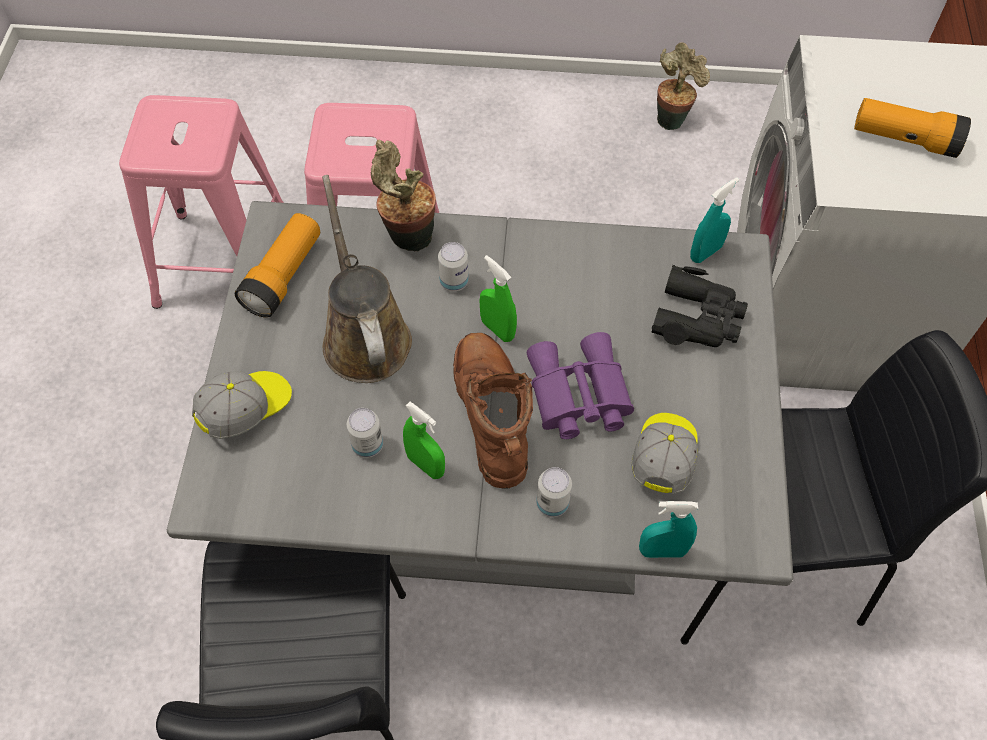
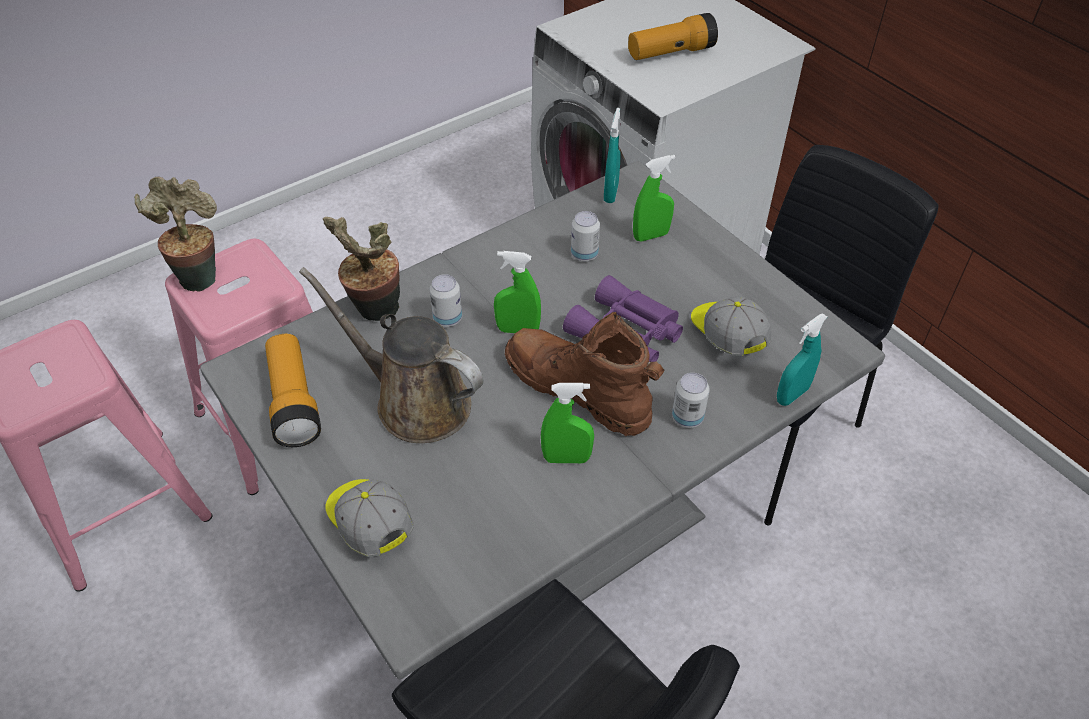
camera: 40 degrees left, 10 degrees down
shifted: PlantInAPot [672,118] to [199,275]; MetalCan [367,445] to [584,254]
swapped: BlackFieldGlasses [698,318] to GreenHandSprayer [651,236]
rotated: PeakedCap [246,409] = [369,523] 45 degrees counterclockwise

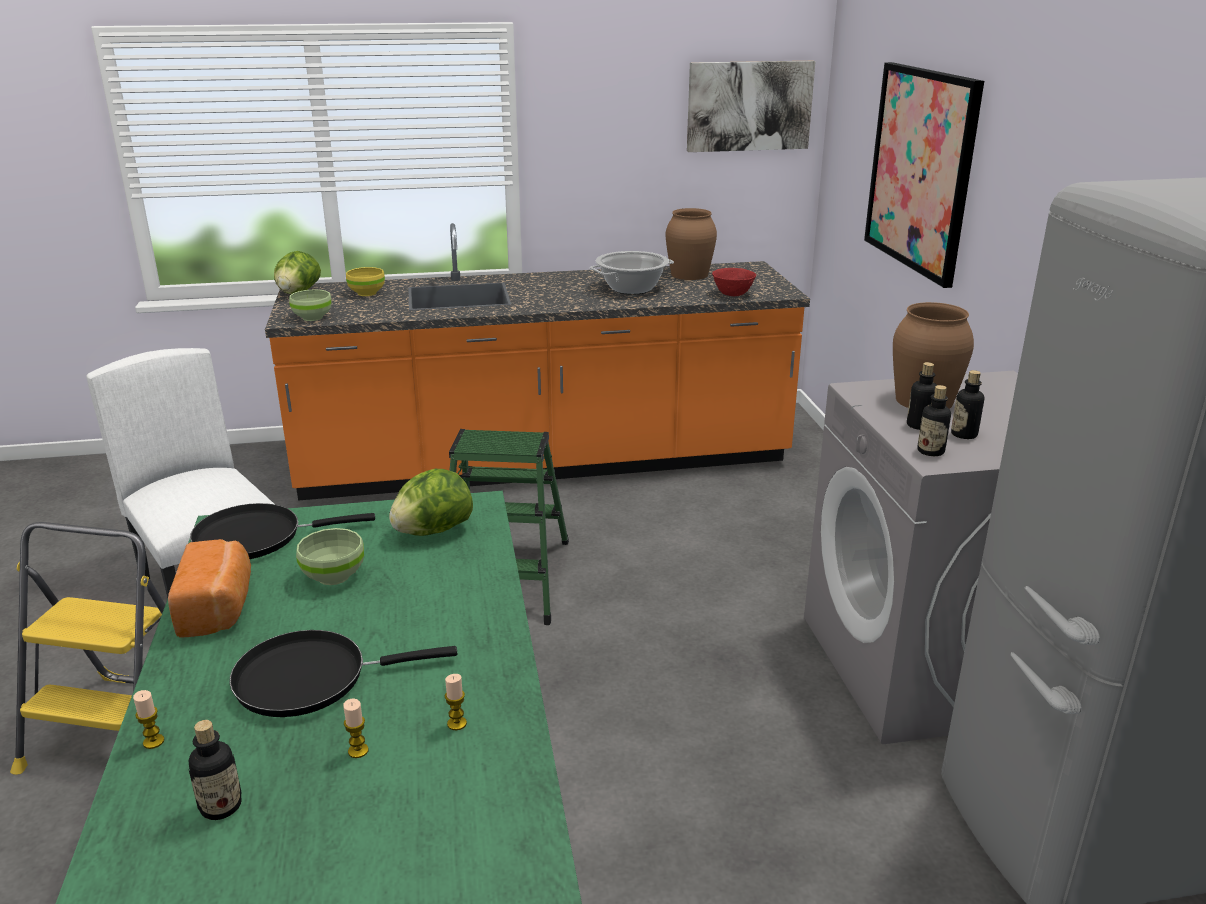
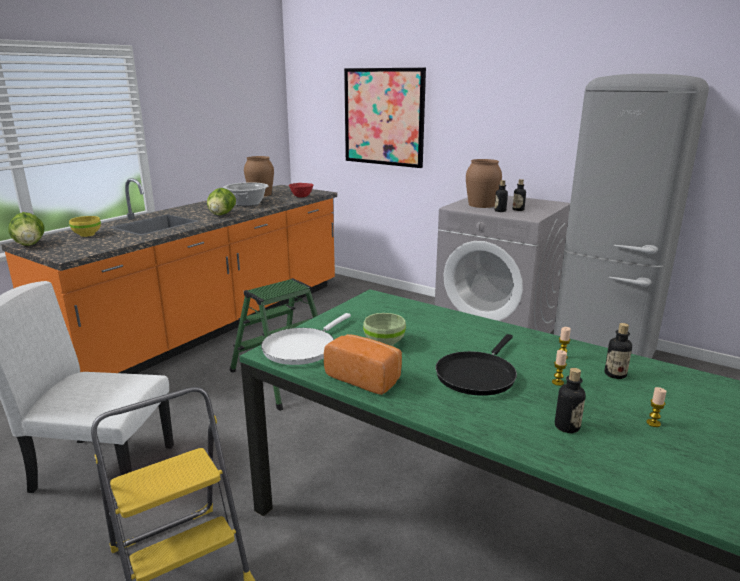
camera: 45 degrees left, 5 degrees down
gone: Picture [749,106]; GreenDeepDish [313,318]
shifted: DrinkBottle [930,451] to [615,374]; HeadOfLettuce [433,531] to [221,214]; WaxLight [153,742] to [653,423]
repainted: BlackSkillet [256,537] to WhiteSkillet [302,348]

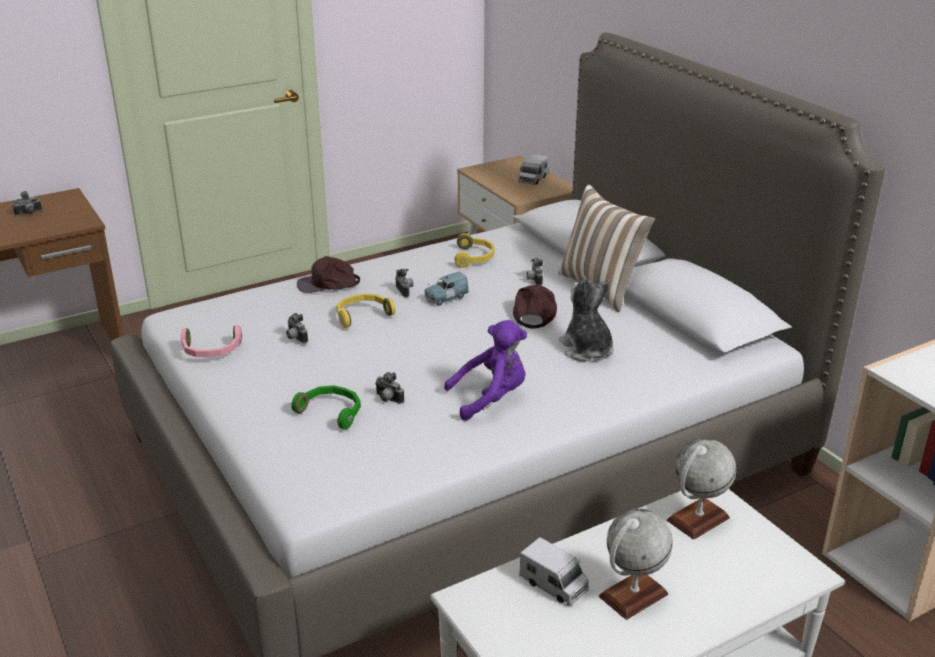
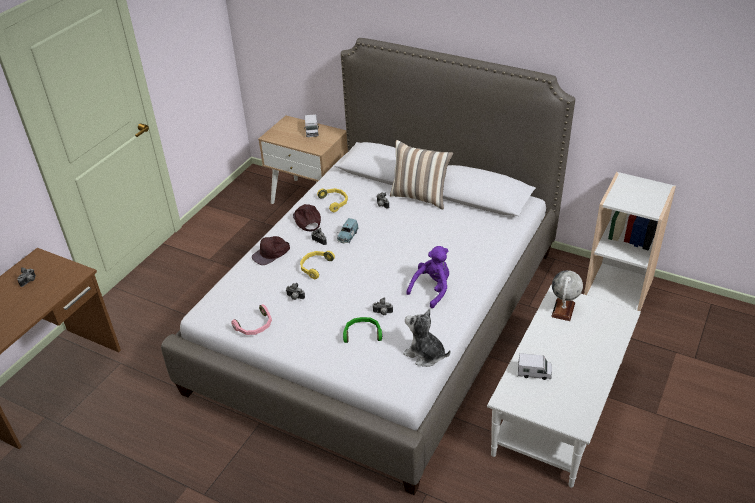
camera: 30 degrees left, 10 degrees up
gone: Globe [633,595]
shifted: SoftToy [586,350] to [425,354]; BrownishPeakedCap [534,313] to [307,220]

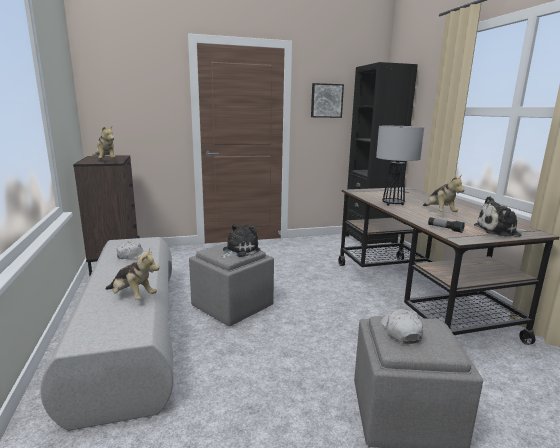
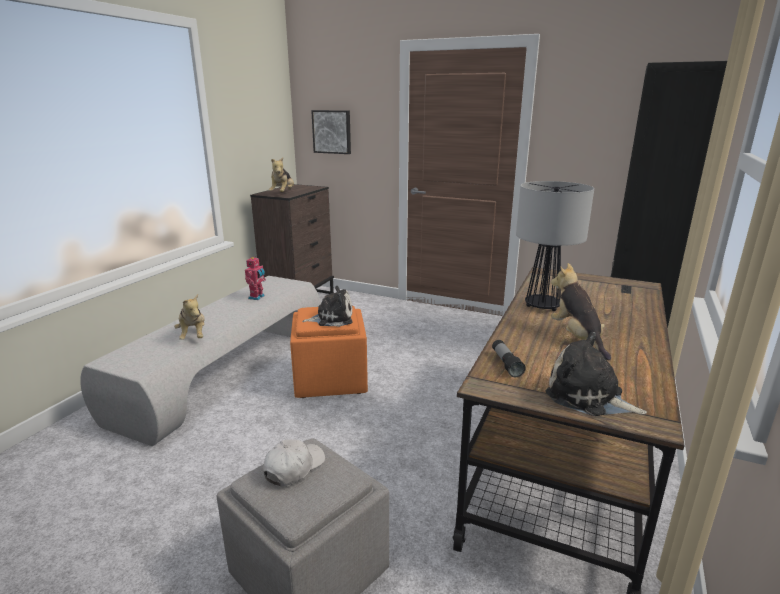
camera: 40 degrees right, 5 degrees up
shifted: Picture [326,100] to [332,132]
swapped: WhitePeakedCap [134,256] to RobotFigure [257,297]
repainted: GreyFootrest [231,307] to OrangeColouredFootrest [329,379]
rotated: SoftToy [439,212] = [577,338] 135 degrees clockwise

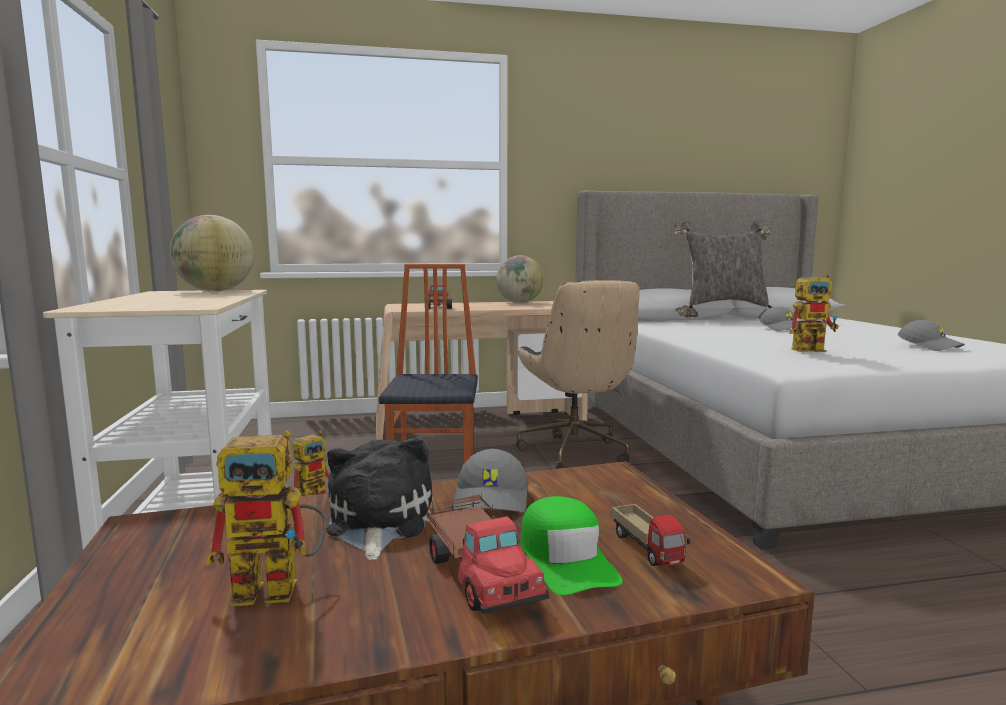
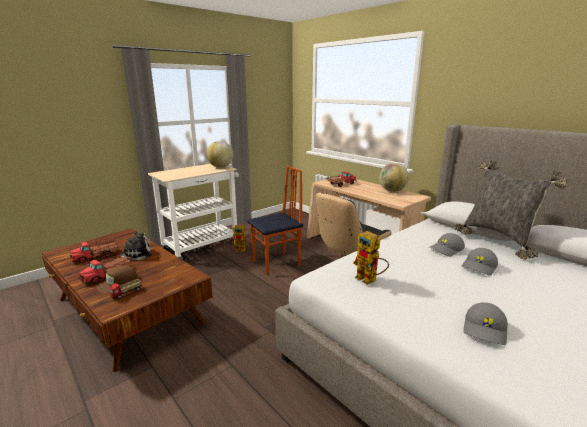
camera: 60 degrees right, 10 degrees up
shifted: GreyPeakedCap [492,499] to [446,250]
swapped: RobotFigure [280,588] to ModelTruck [96,256]
repainted: GreenPeakedCap [566,559] to BrownishPeakedCap [117,283]

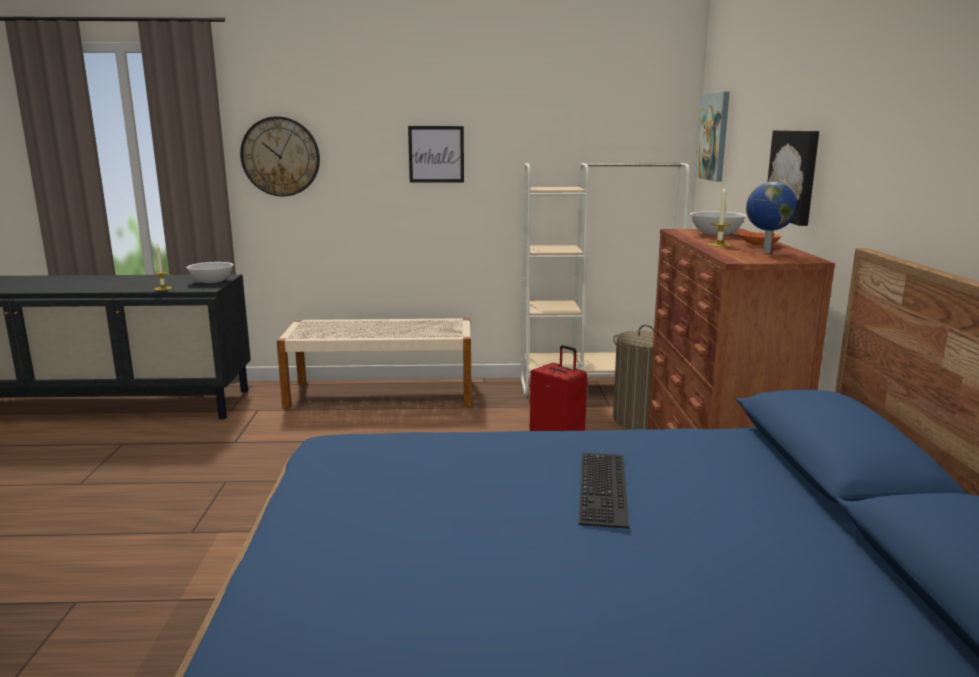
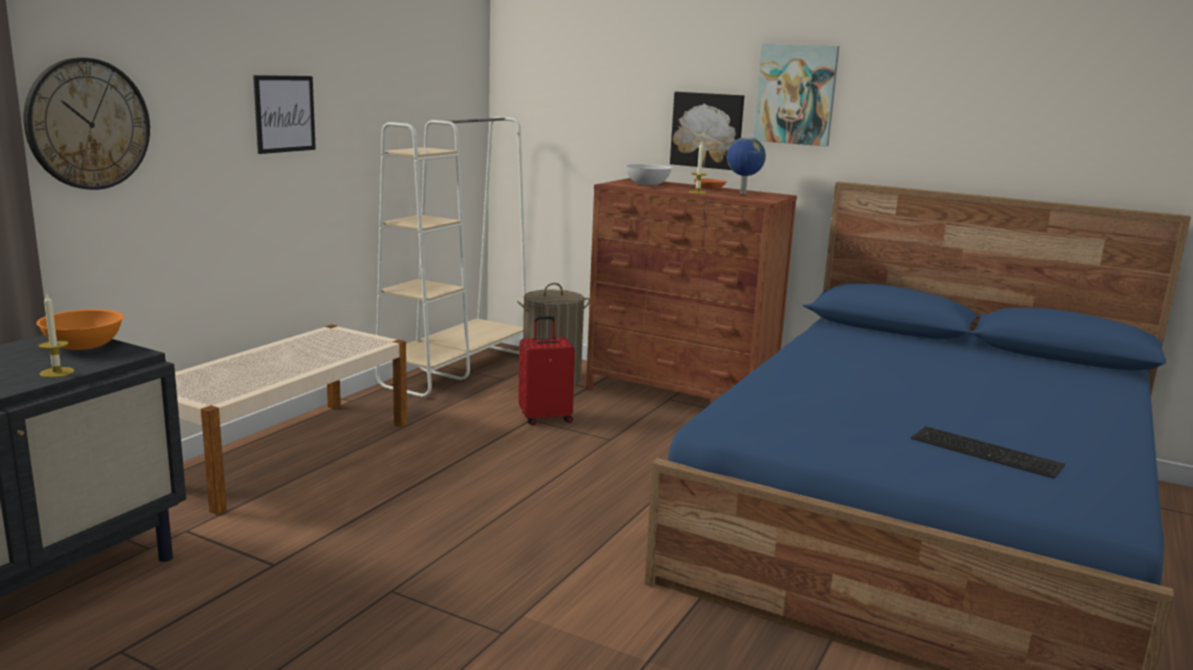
camera: 60 degrees left, 0 degrees up
shifted: Picture [714,136] to [796,94]; ComputerKeyboard [606,488] to [988,451]
repainted: WhiteDeepDish [211,281] to OrangeColouredDeepDish [83,346]

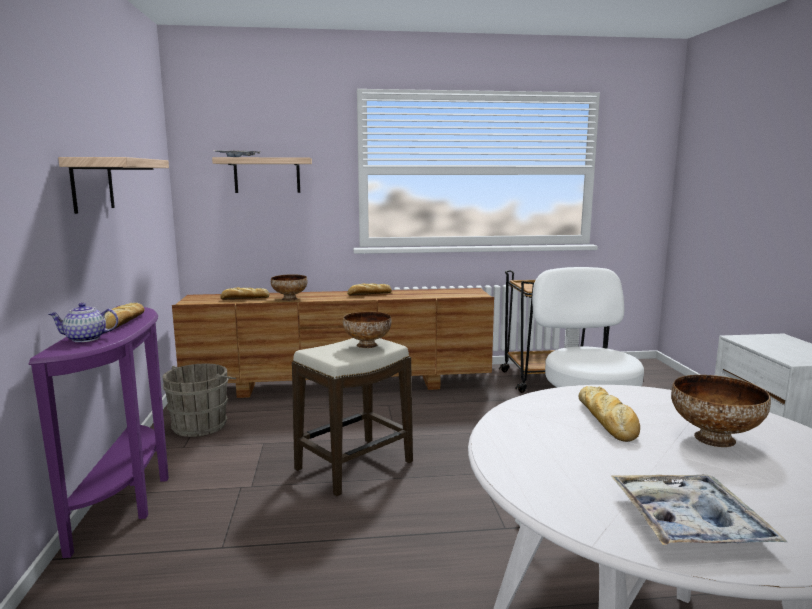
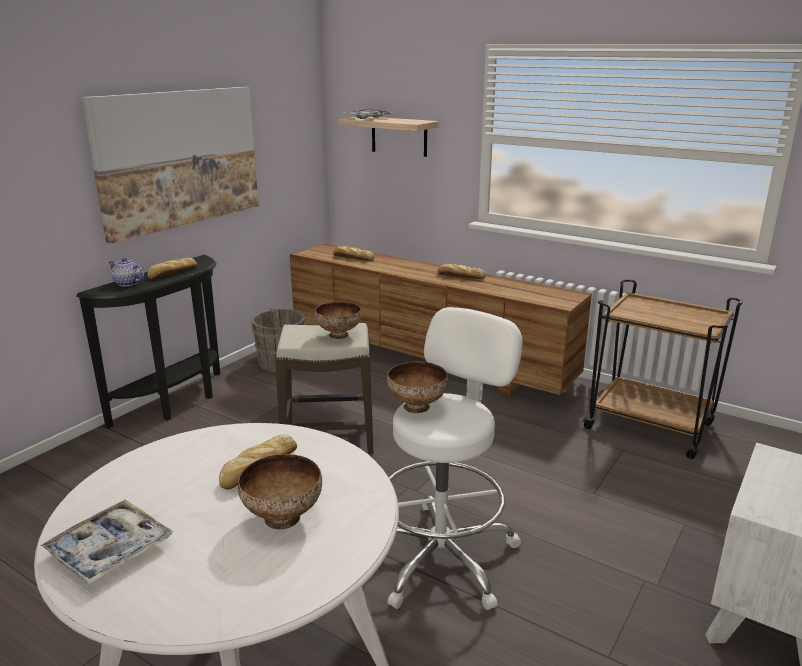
camera: 40 degrees right, 10 degrees up
shifted: DeepDish [290,299] to [417,407]
swapped: BracketShelf [92,184] to Picture [179,158]
repainted: PurpleNarrowTable [130,497] to BlackNarrowTable [177,402]

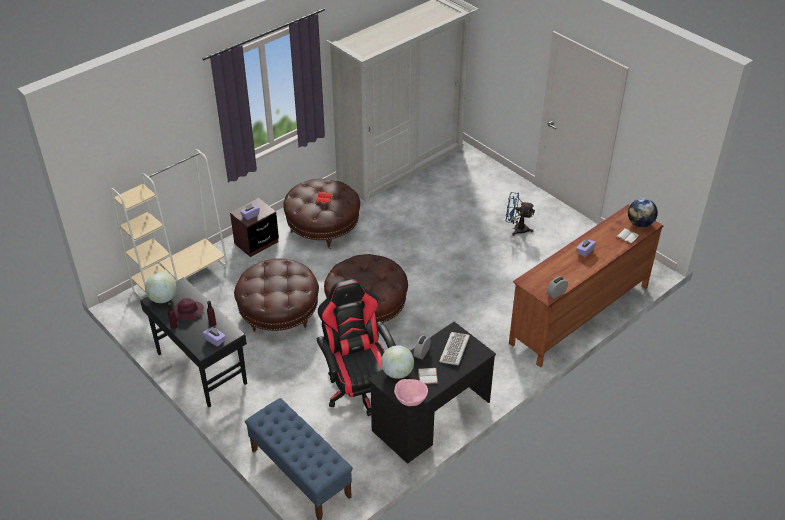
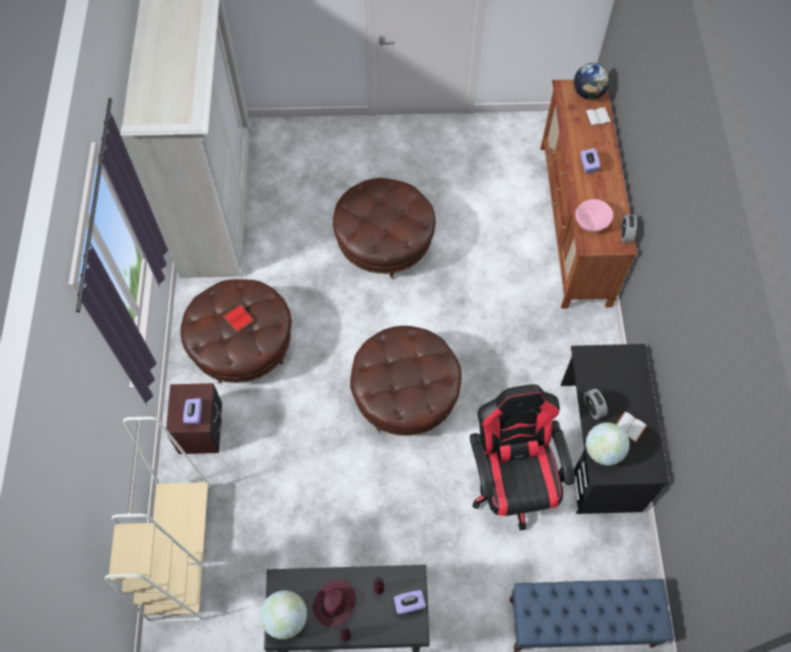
camera: 50 degrees left, 20 degrees up
gone: BlueElectricFan [516,229]; ComputerKeyboard [455,350]
shifted: BrownishFootrest [279,313] to [384,243]; PinkColouredDeepDish [410,398] to [591,222]
rotated: BlackDeskChair [358,389] = [512,485] 60 degrees clockwise

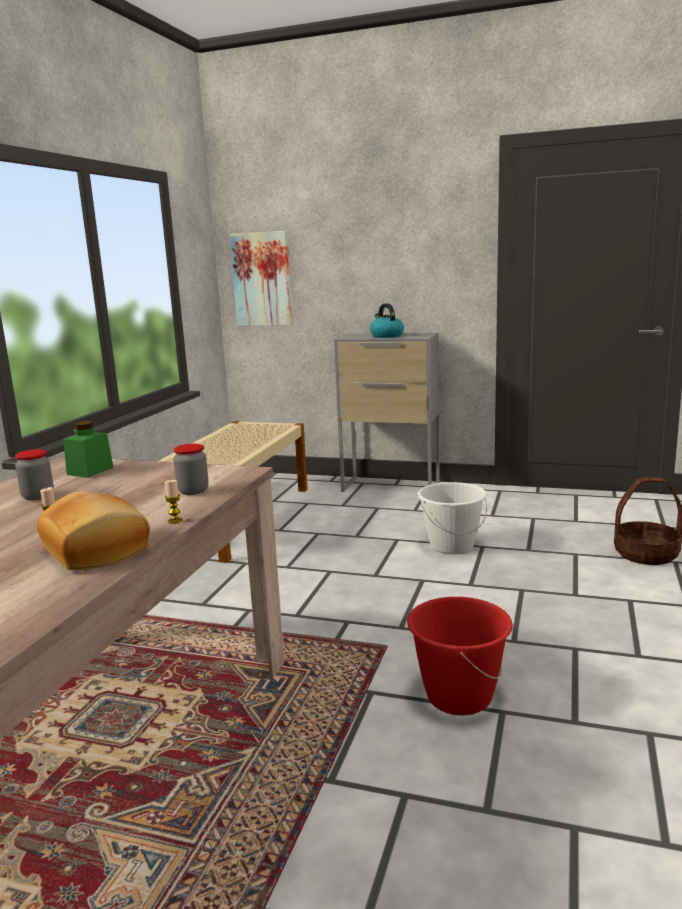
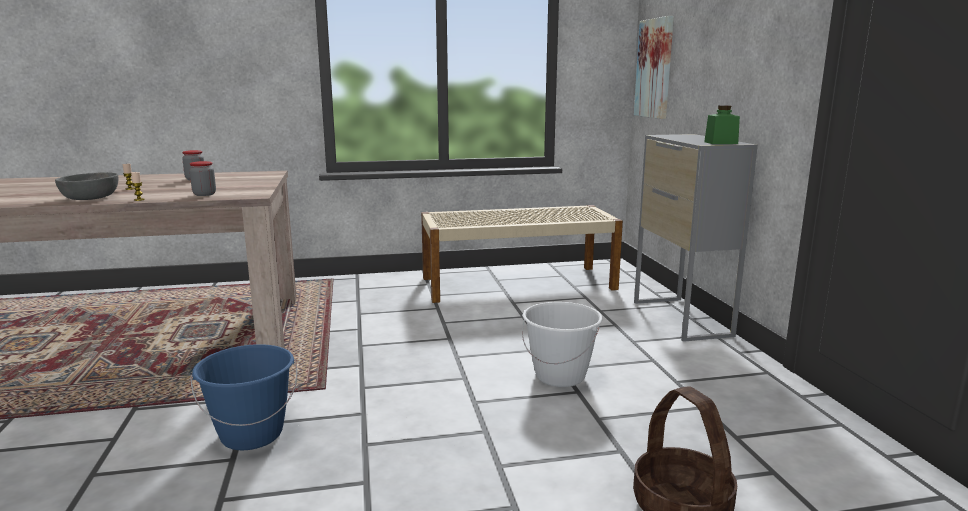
camera: 60 degrees right, 0 degrees up
gone: TeaKettle [386,336]
shifted: GreenPreserveJar [90,471] to [721,143]
swapped: BakedBread [99,550] to GreyDeepDish [90,198]
repainted: RedColouredWaterBucket [458,697] to BlueWaterBucket [252,434]

